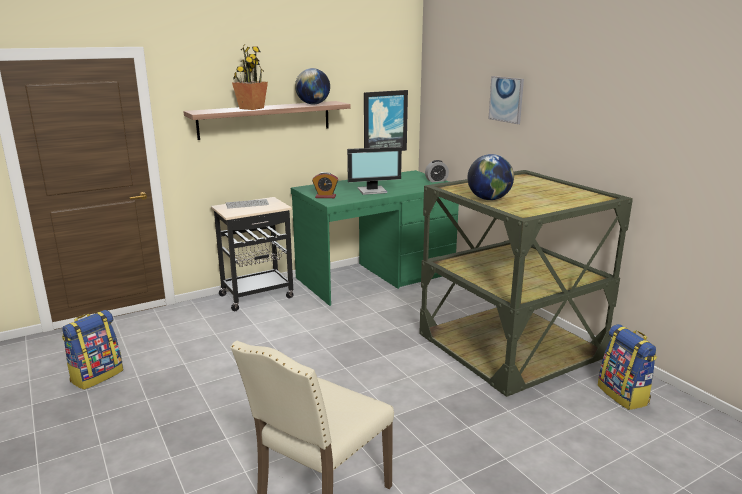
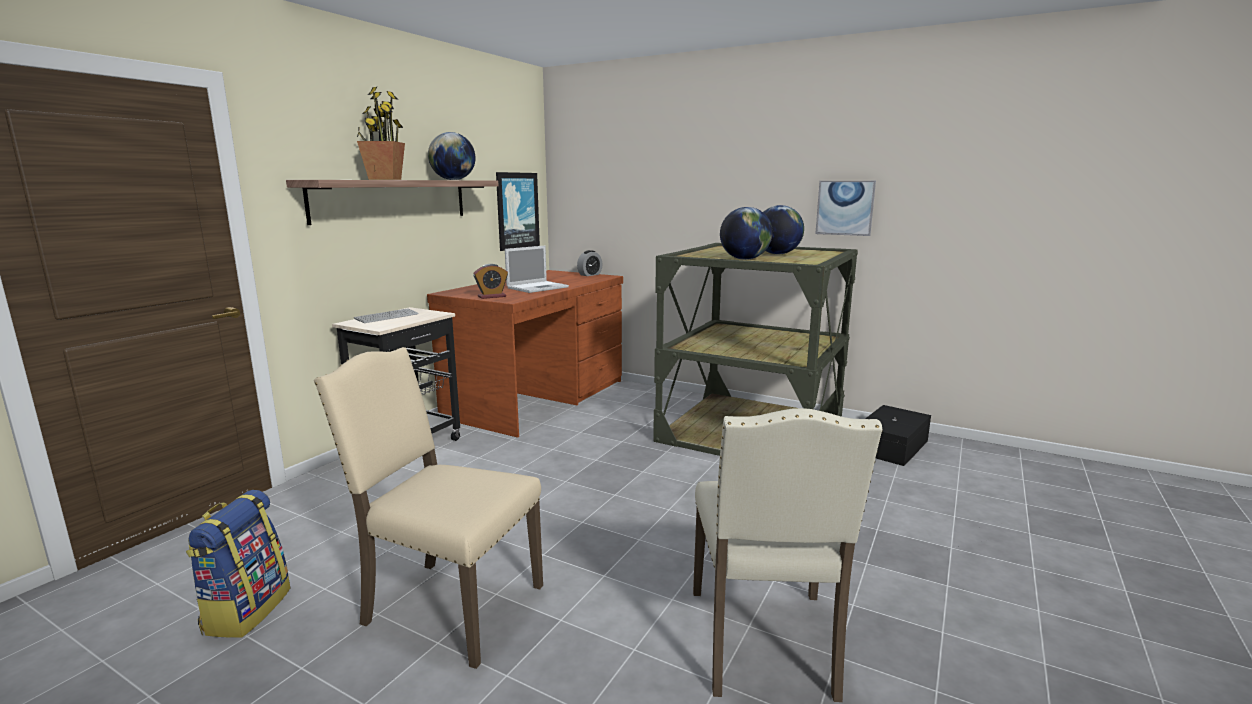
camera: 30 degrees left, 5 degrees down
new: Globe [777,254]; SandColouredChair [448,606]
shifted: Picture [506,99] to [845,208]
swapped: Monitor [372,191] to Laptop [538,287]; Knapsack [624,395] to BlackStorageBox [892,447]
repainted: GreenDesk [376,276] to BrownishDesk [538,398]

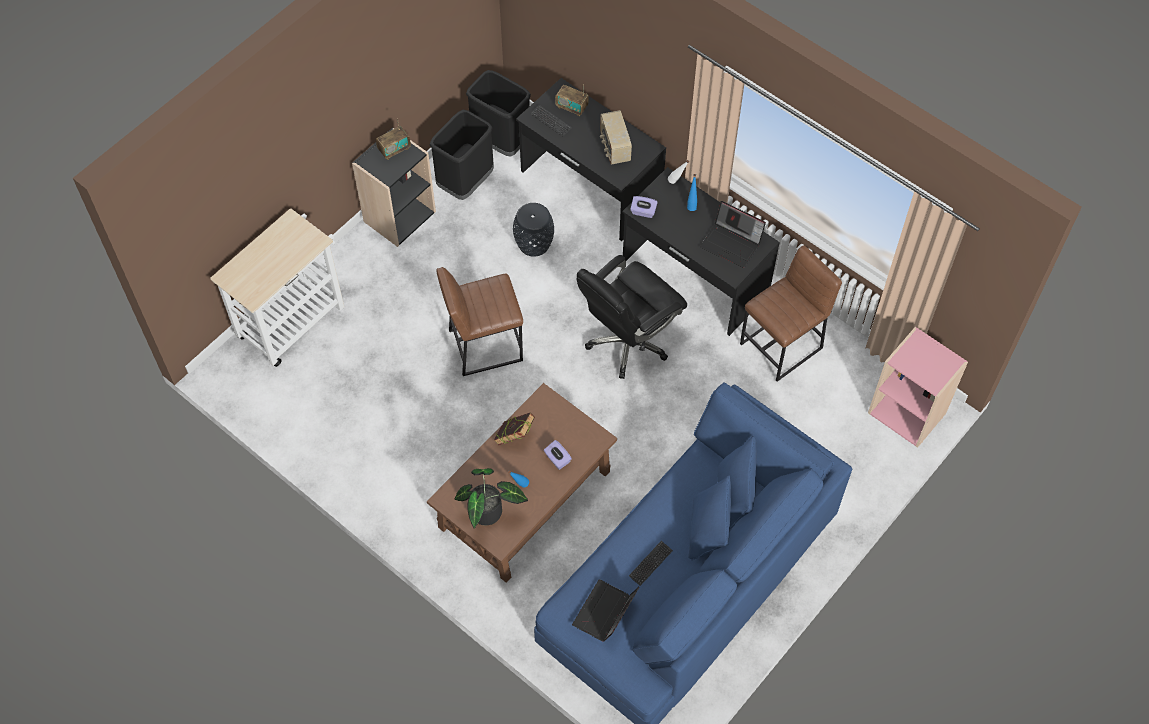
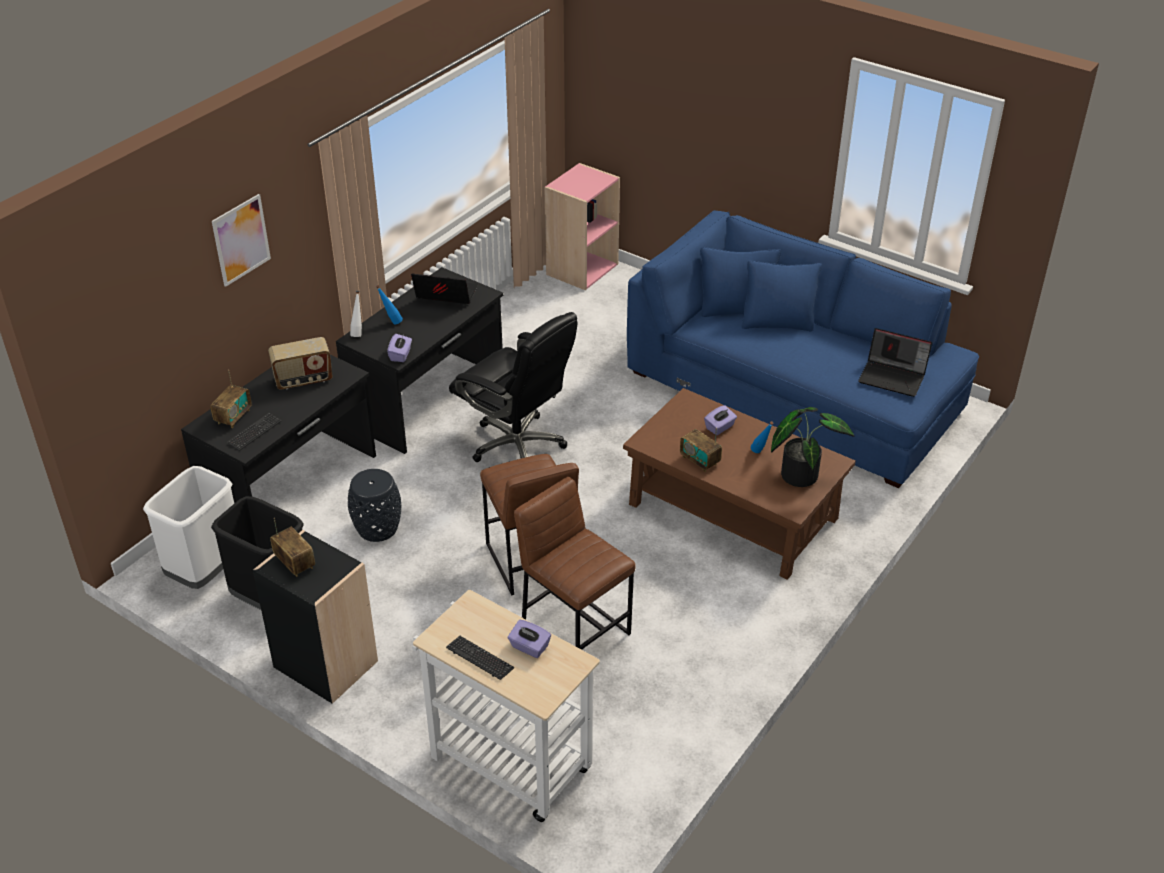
camera: 95 degrees left, 20 degrees down
new: Picture [241,240]; PurpleBoxOfTissues [529,647]
shifted: BrownishChair [782,345] to [574,629]; ComputerKeyboard [650,563] to [480,658]
swapped: BoundBook [514,437] to RadioReceiver [700,461]
repainted: BlackRubbishBin [500,142] to WhiteRubbishBin [206,571]
rotated: Laptop [732,244] = [445,295] 105 degrees counterclockwise

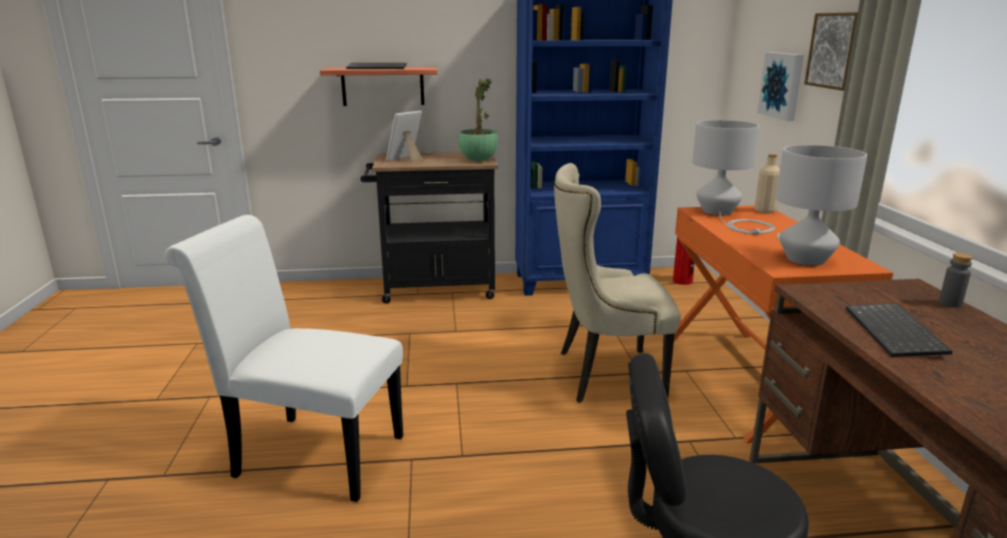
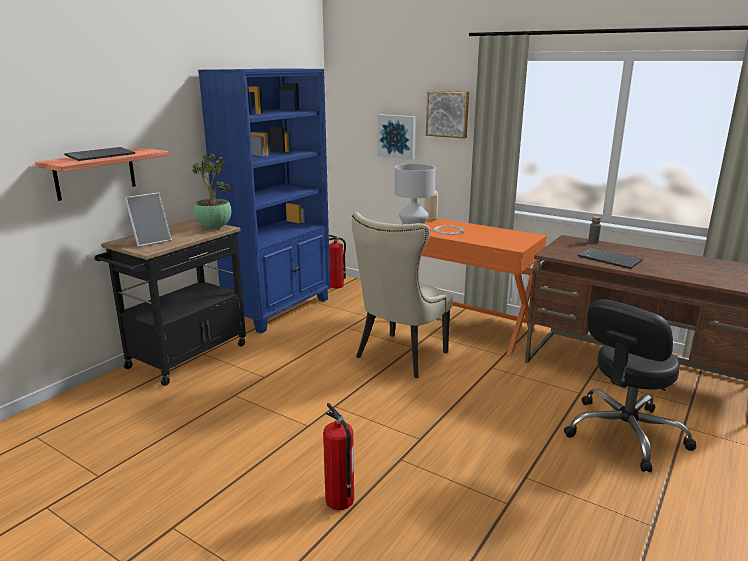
camera: 50 degrees left, 0 degrees up
gone: GreyLampForATable [805,251]
swapped: WhiteChair [309,454] to FireFightingCylinder [340,500]
rotated: PictureFrame [406,159] = [151,241] 120 degrees counterclockwise

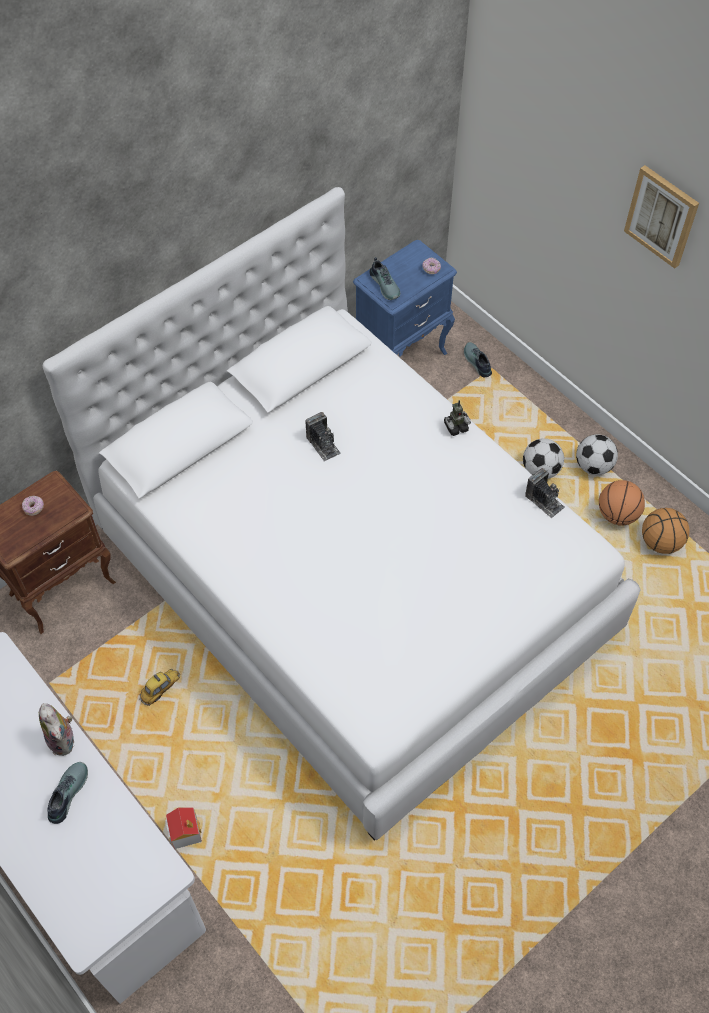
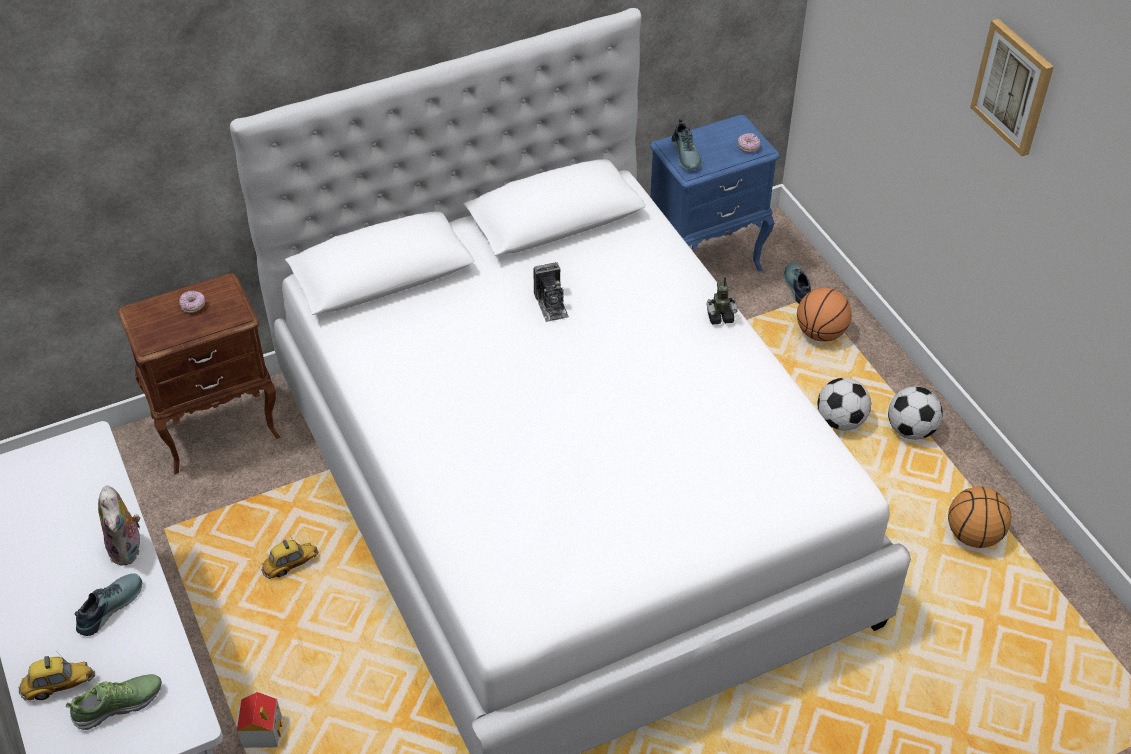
camera: 15 degrees right, 10 degrees down
gone: PhotoCamera [544,501]
new: MiniatureCar [59,686]; LowShoe [119,705]
shifted: Basketball [617,514] to [820,333]

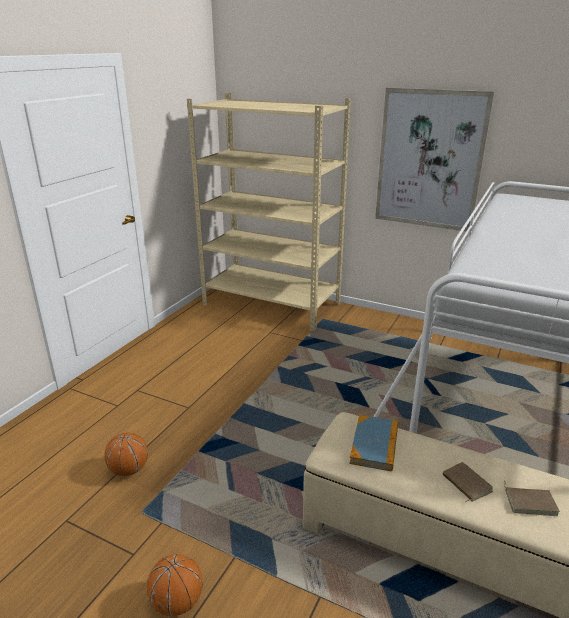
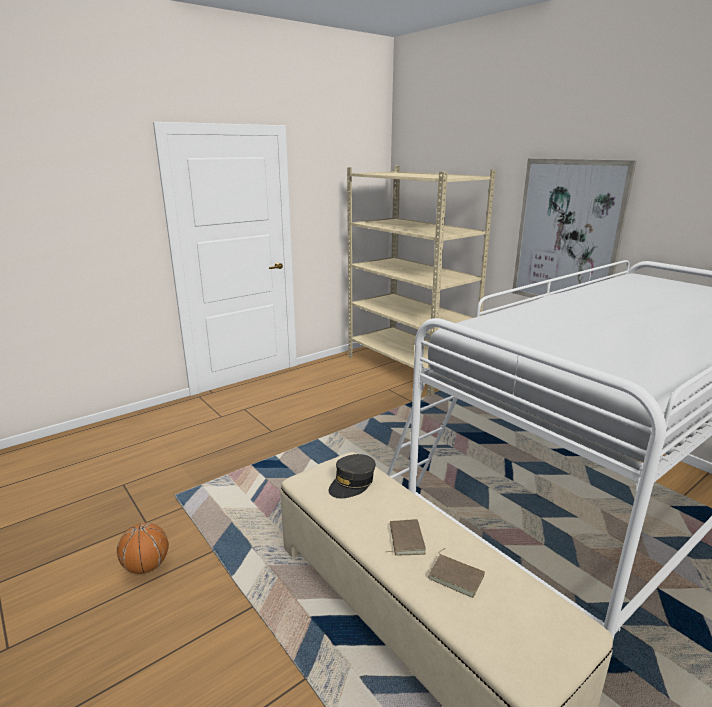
camera: 25 degrees right, 5 degrees down
gone: Basketball [129,470]
swapped: BoundBook [374,444] to GreyPeakedCap [352,483]

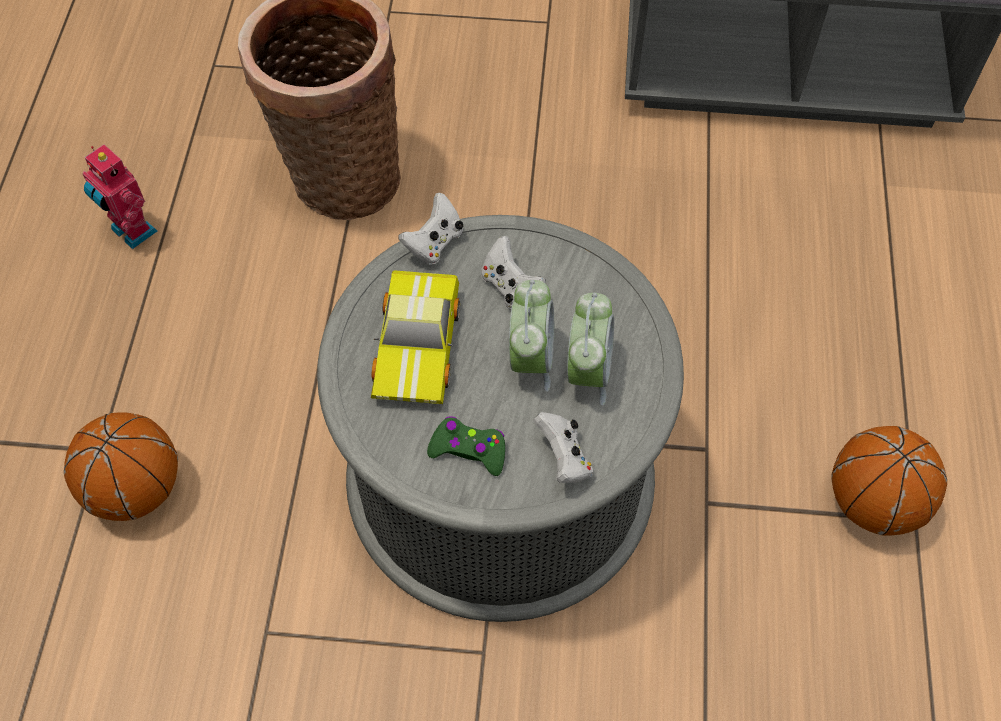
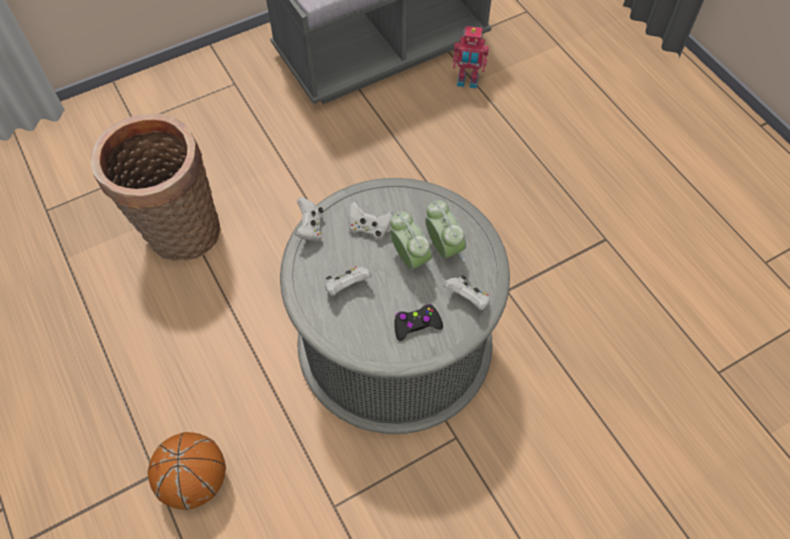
camera: 35 degrees left, 0 degrees up
gone: Basketball [873,502]
shifted: RobotFigure [131,232] to [467,82]
swapped: MiniatureCar [420,345] to WhiteGameController [346,286]
repainted: GreenGameController [469,450] to BlackGameController [416,325]

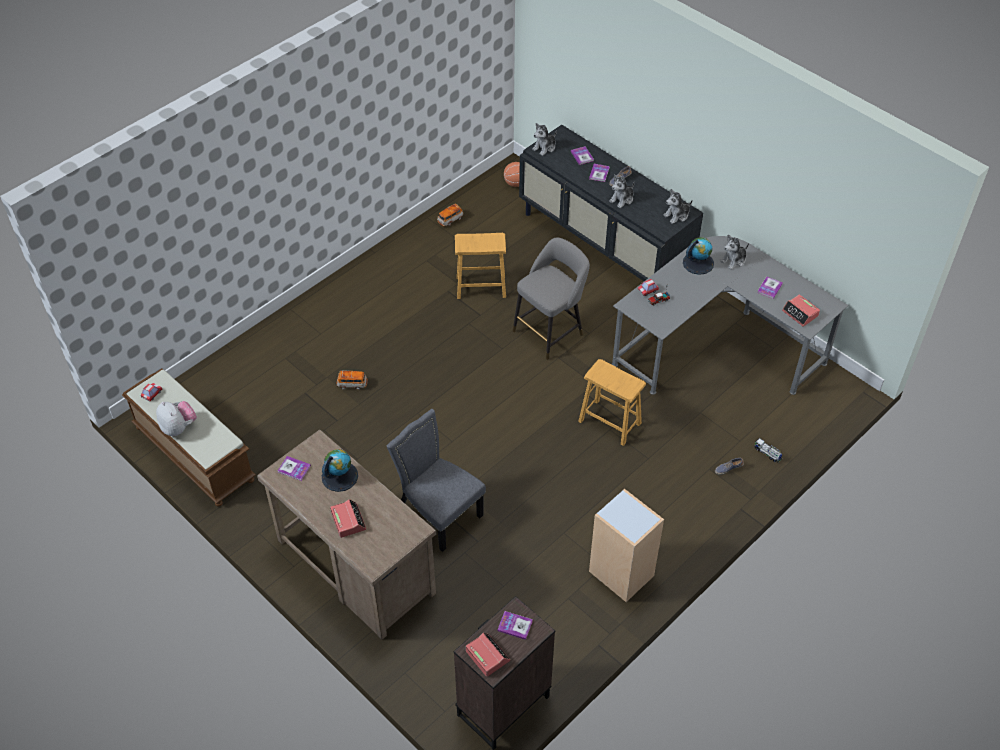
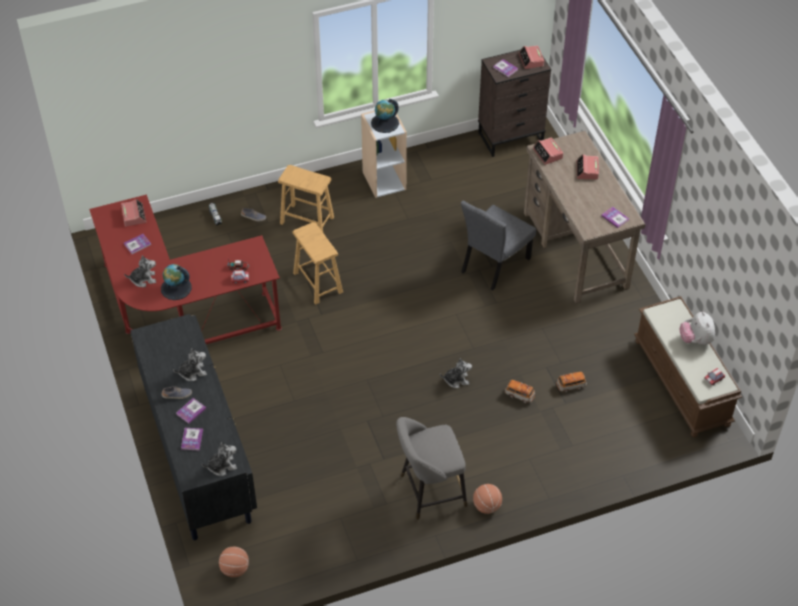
camera: 155 degrees left, 0 degrees up
new: TableClock [548,154]; Basketball [487,506]
shifted: SoftToy [677,215] to [456,380]; MiniatureCar [450,220] to [571,386]; BrownishStoolSeat [481,286] to [307,220]; GreyStoolSeat [550,331] to [429,492]; Globe [339,476] to [385,123]
repainted: GreyDesk [716,345] to RedColouredDesk [180,312]
rotated: GreyChair [439,514] = [495,263] 60 degrees clockwise

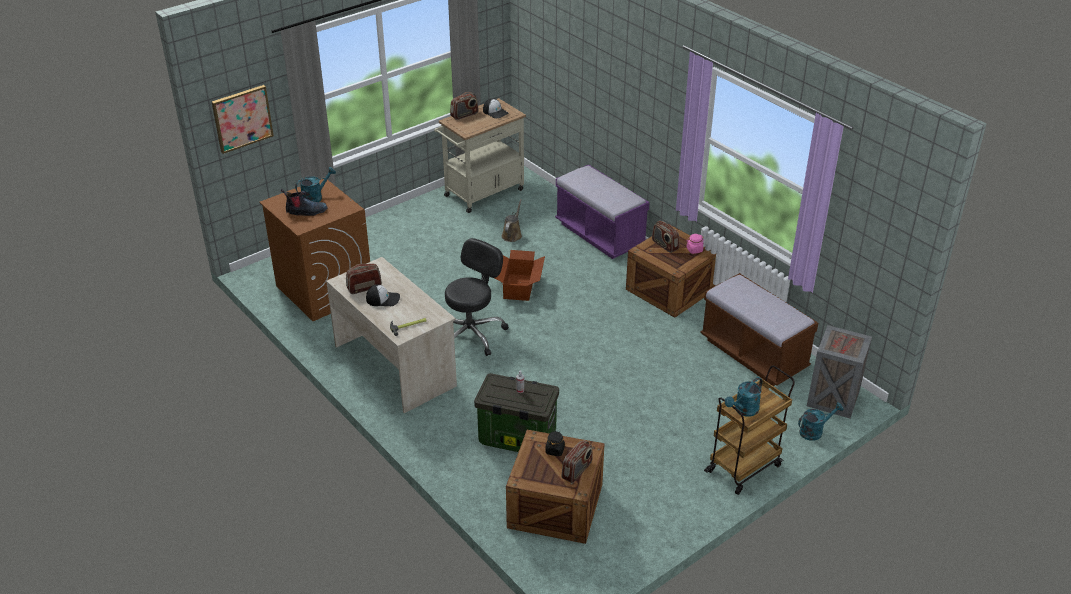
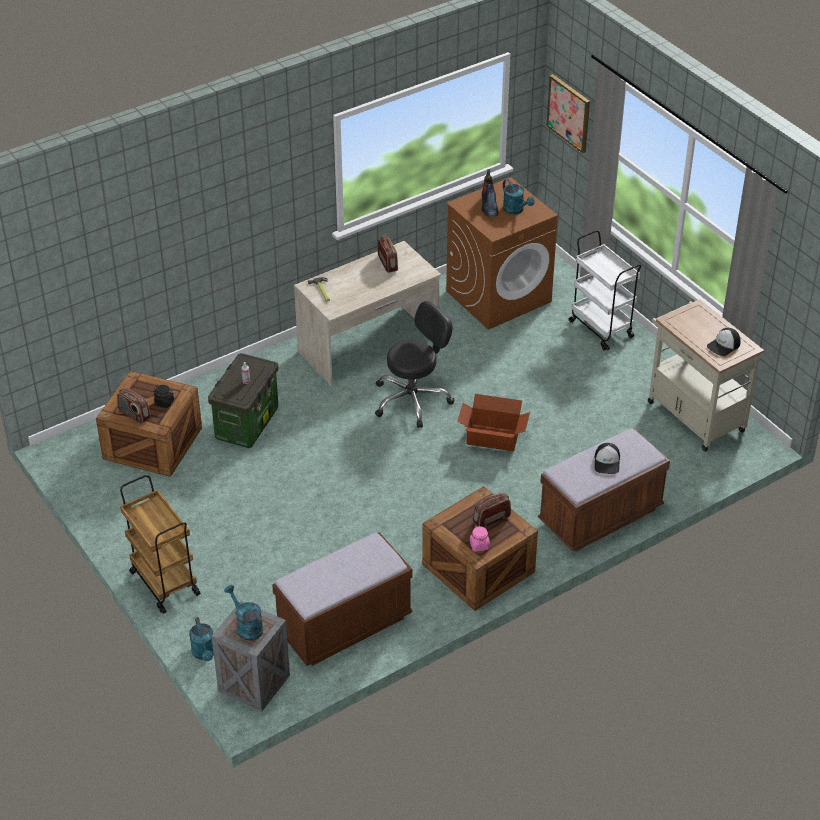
camera: 95 degrees right, 5 degrees up
gone: RadioReceiver [464,115]; BrownishWateringPot [512,234]
new: WhiteWheeledCart [601,329]
shifted: PeakedCap [383,299] to [607,462]; TurquoiseColouredWateringPot [743,411] to [246,626]
repainted: PurpleIndoorBench [600,234] to BrownishIndoorBench [600,516]
rotated: BlackDeskChair [472,332] = [414,398] 75 degrees counterclockwise

